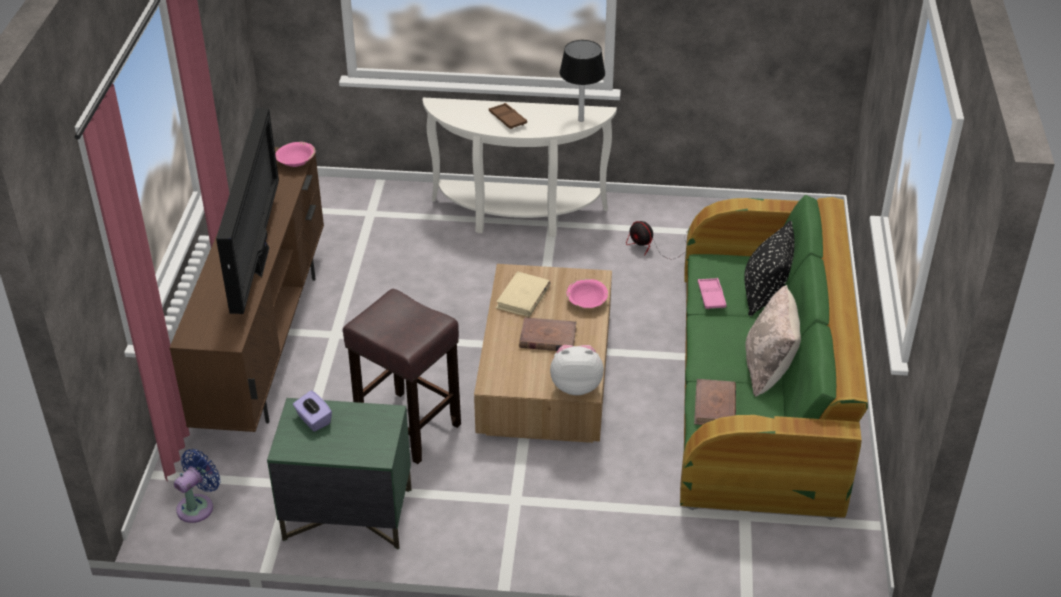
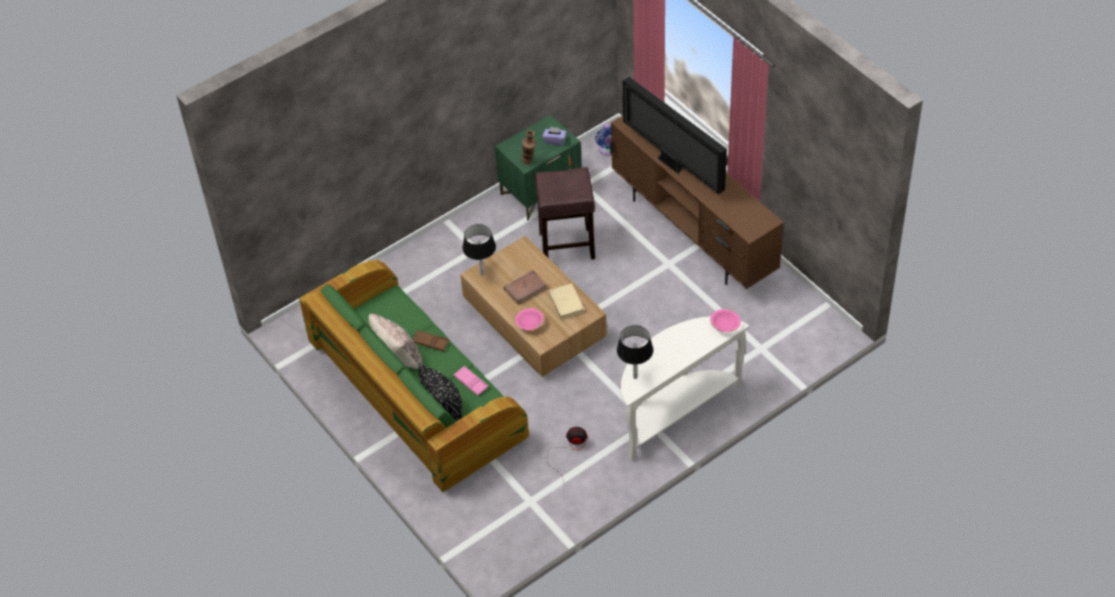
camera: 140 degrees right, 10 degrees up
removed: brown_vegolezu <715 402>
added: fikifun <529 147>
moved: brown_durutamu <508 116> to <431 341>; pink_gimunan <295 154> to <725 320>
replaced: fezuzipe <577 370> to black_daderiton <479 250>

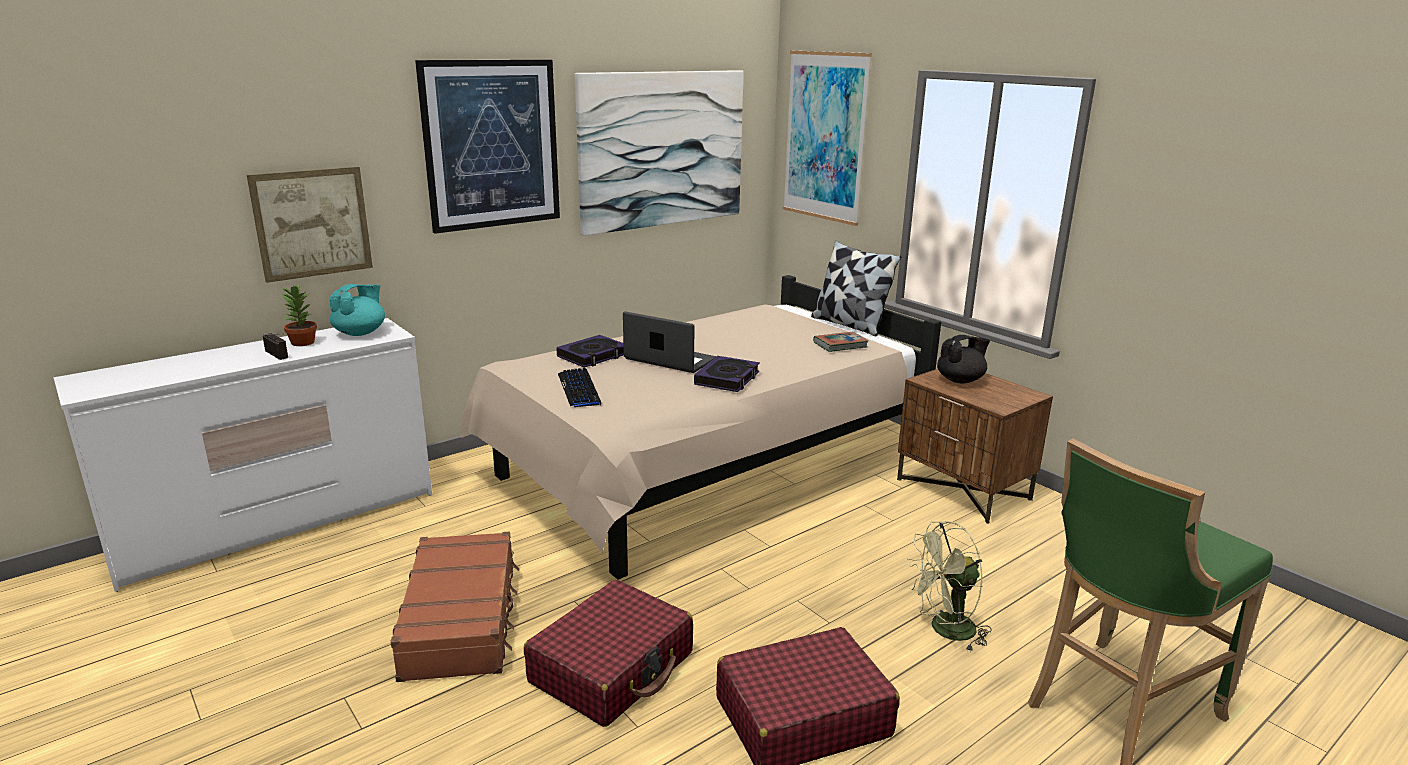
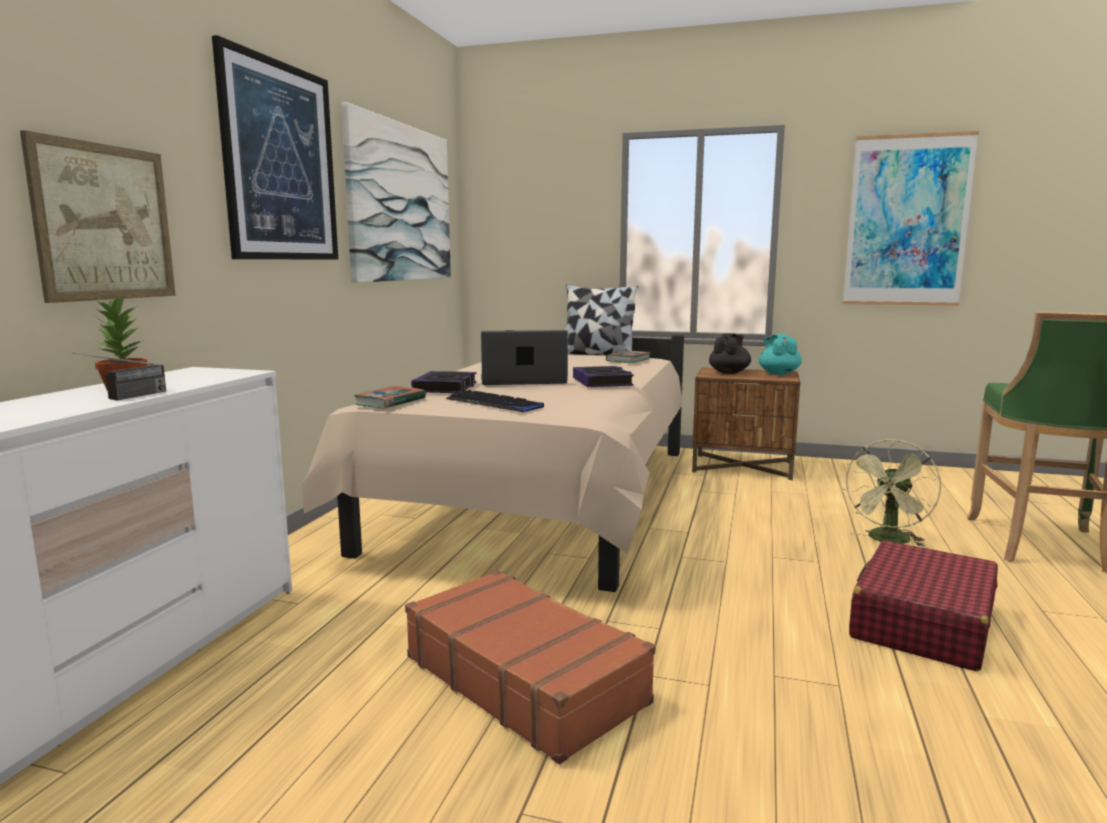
camera: 35 degrees left, 10 degrees down
removed: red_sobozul <608 653>
added: vegolezu <390 397>
moved: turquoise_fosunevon <357 310> to <780 354>; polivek <827 138> to <911 218>
turned: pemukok <275 346> = <119 376> 105 degrees clockwise

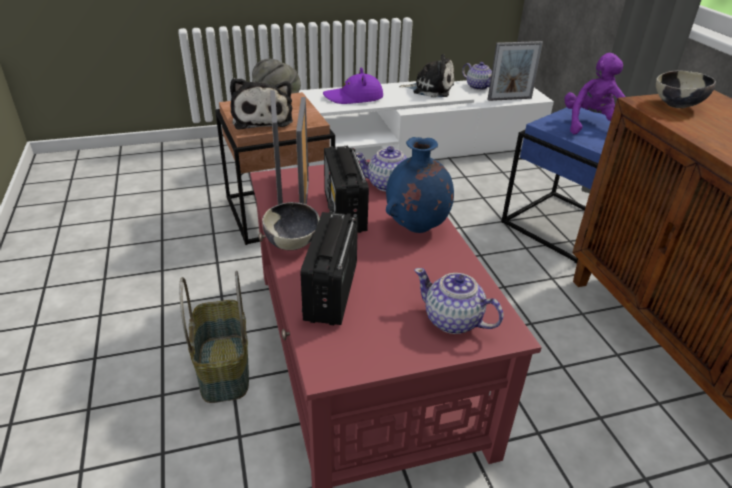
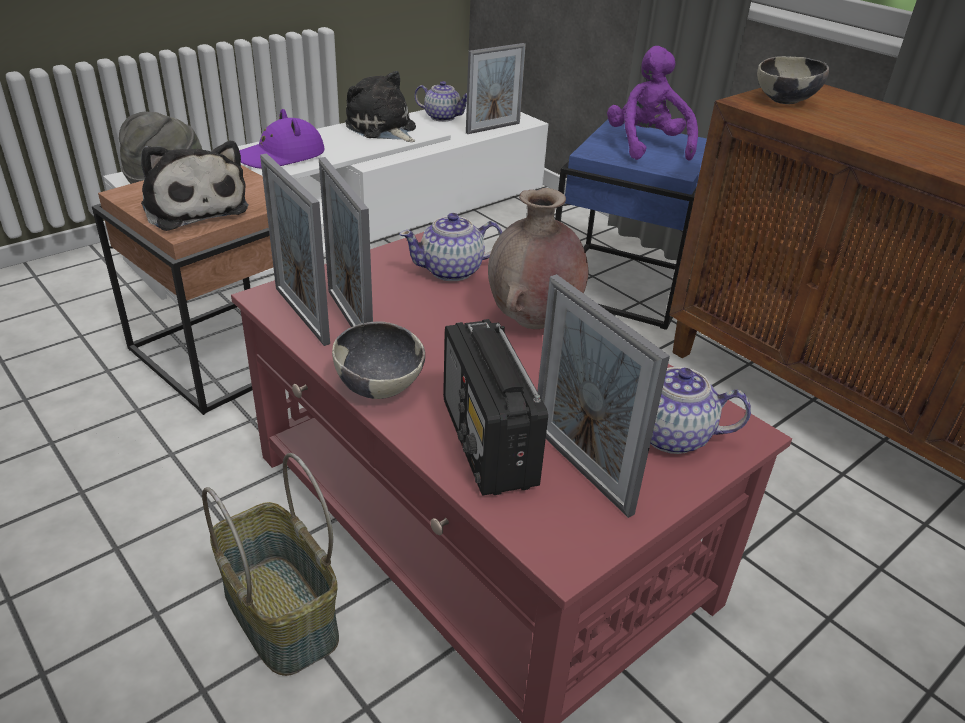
camera: 25 degrees left, 0 degrees up
removed: pemukok <346 189>
added: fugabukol <603 396>
recoloured: blue_fikifun <420 185> to brown_fikifun <538 258>
turned: fezuzipe <426 76> = <380 106> 120 degrees counterclockwise

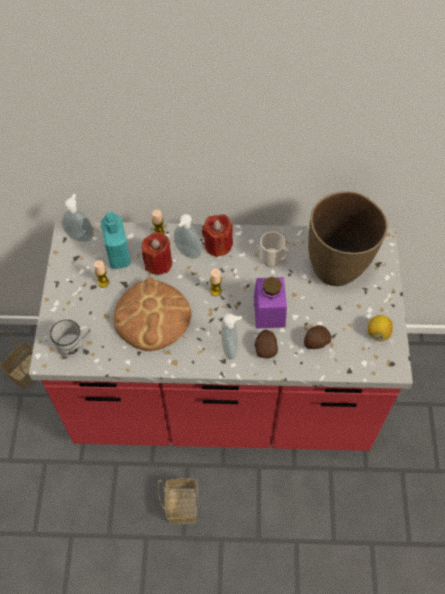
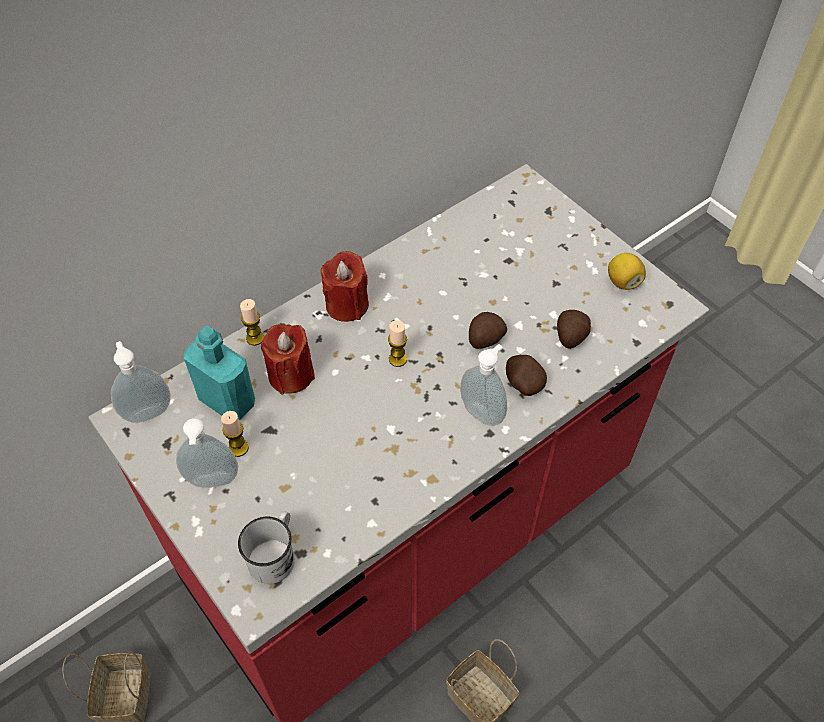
camera: 40 degrees left, 5 degrees down
removed: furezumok <152 314>; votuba <274 249>; brown_fikifun <348 238>
moved: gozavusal <188 236> to <207 453>
replaced: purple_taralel <270 303> to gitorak <488 330>

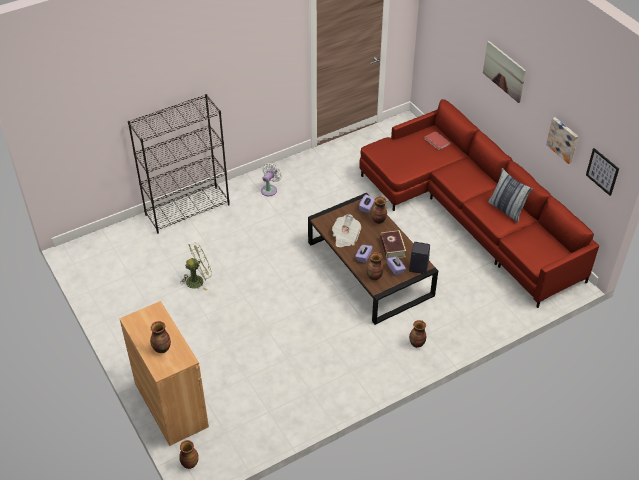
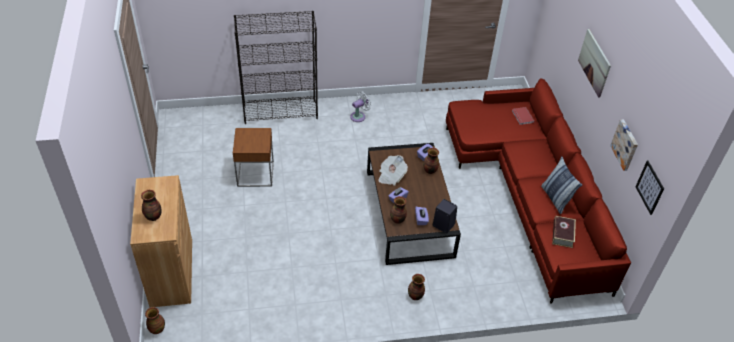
camera: 20 degrees right, 0 degrees up
moved: vegolezu <393 244> to <564 232>
replaced: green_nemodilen <196 266> to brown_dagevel <253 157>

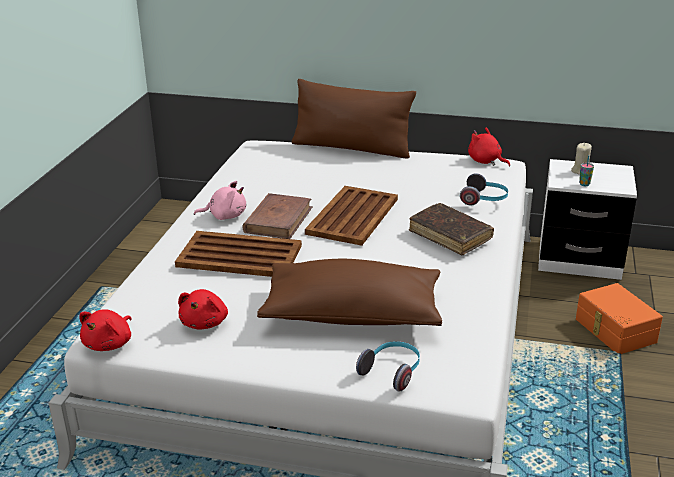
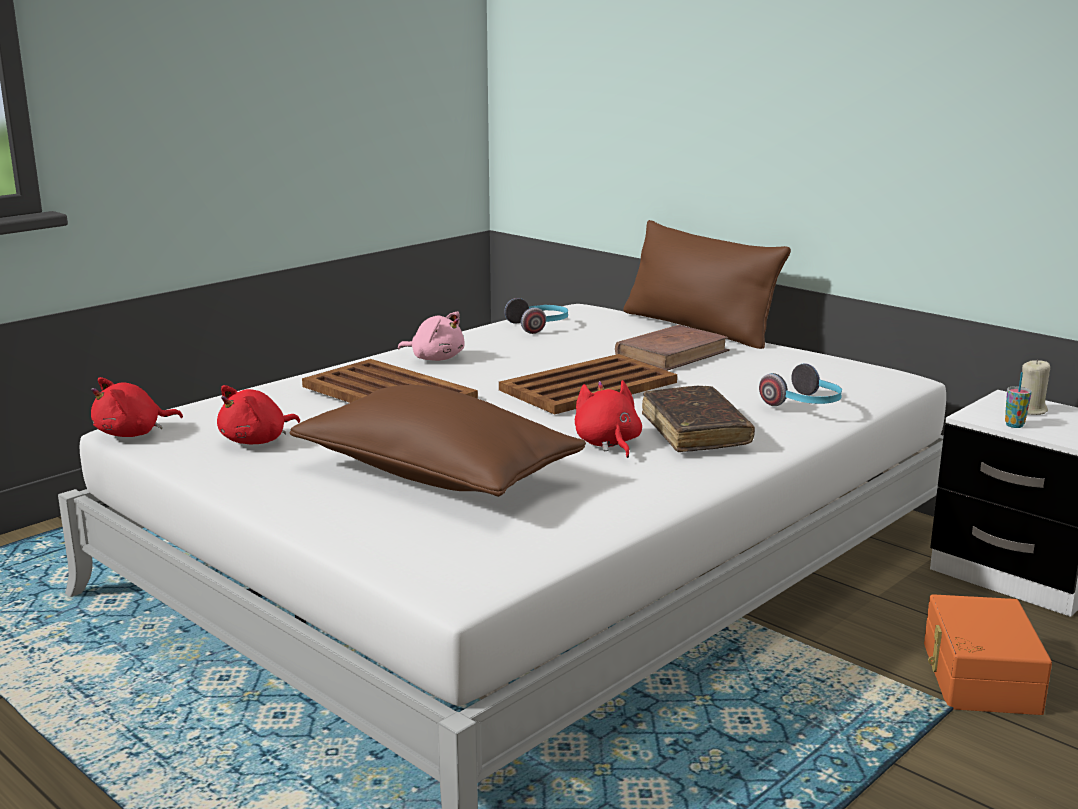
camera: 30 degrees right, 10 degrees down
moved: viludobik <388 366> to <536 316>; red_fezuzipe <489 147> to <608 419>; brown_vegolezu <277 216> to <672 348>

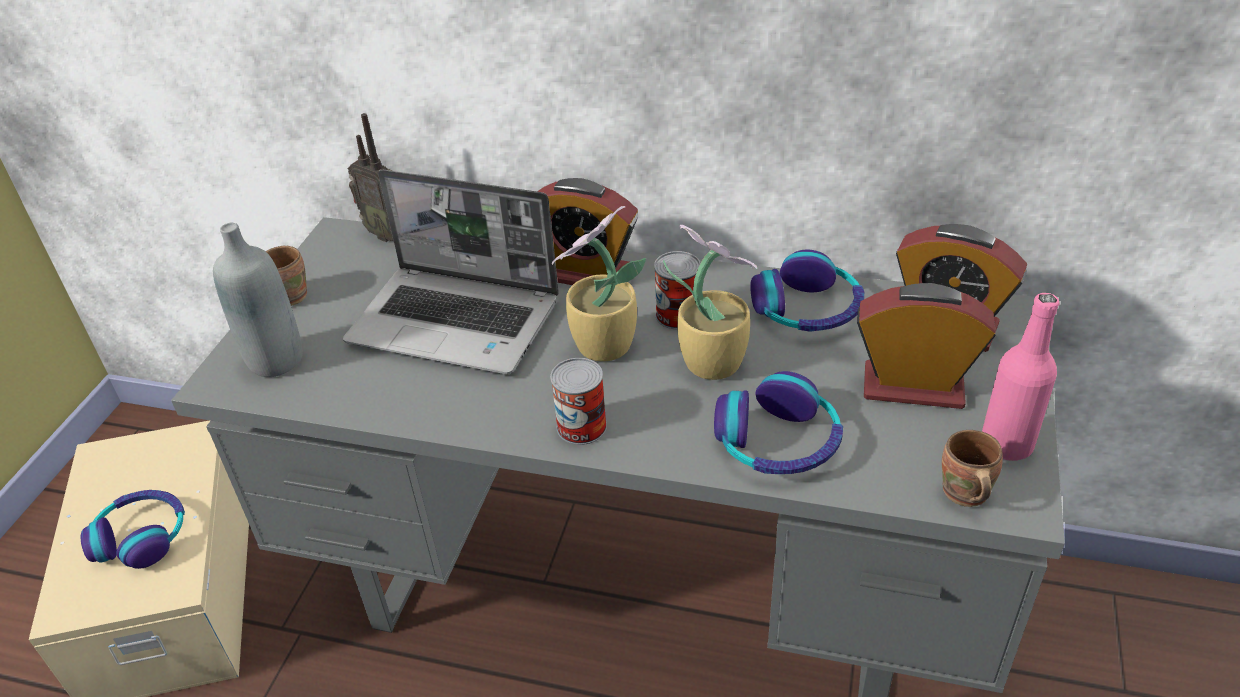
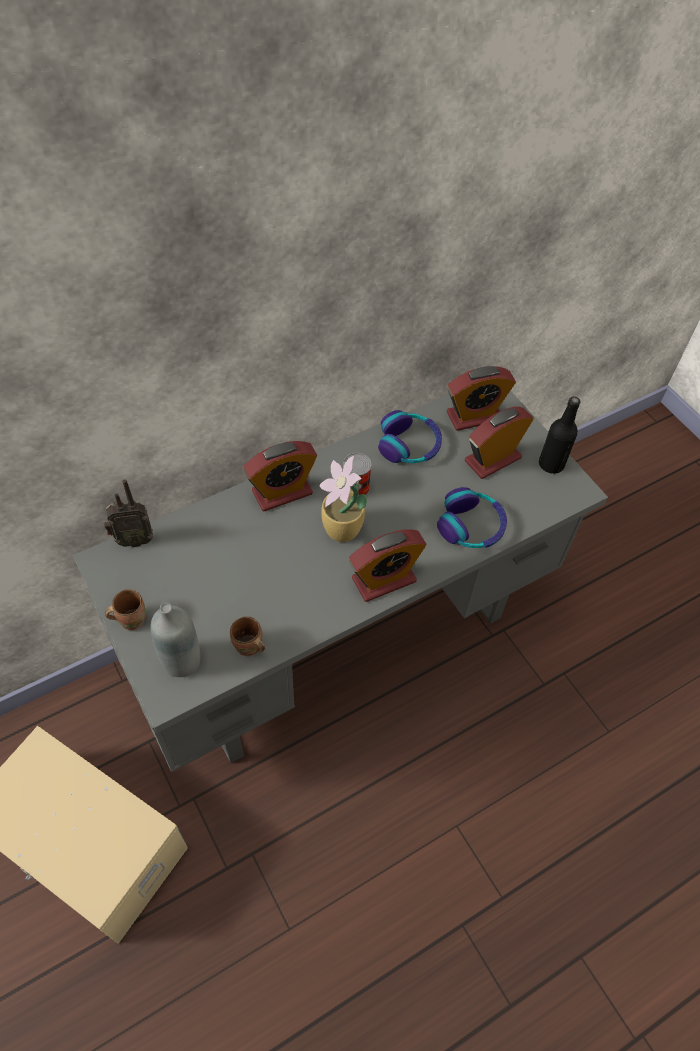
camera: 50 degrees left, 15 degrees up
removed: viludobik <133 529>; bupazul <451 272>; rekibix <710 302>
moved: brown_votuba <972 468> to <247 636>
replaced: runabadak <578 401> to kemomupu <387 565>
recoloured: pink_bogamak <1020 377> to black_bogamak <559 435>

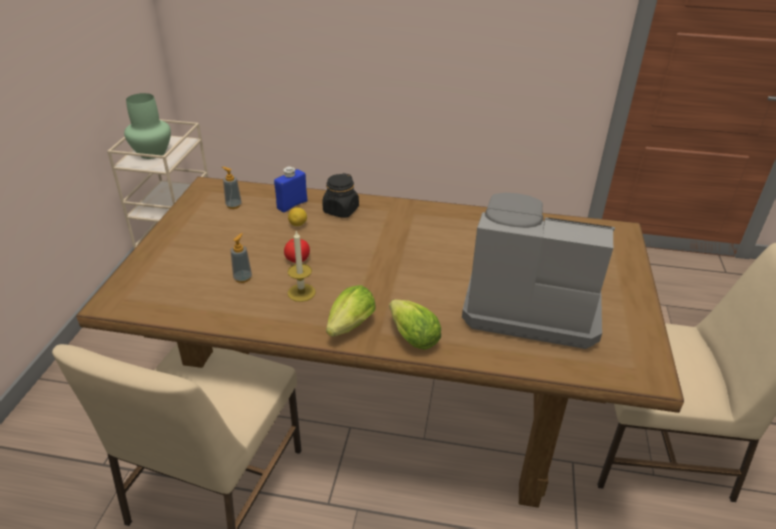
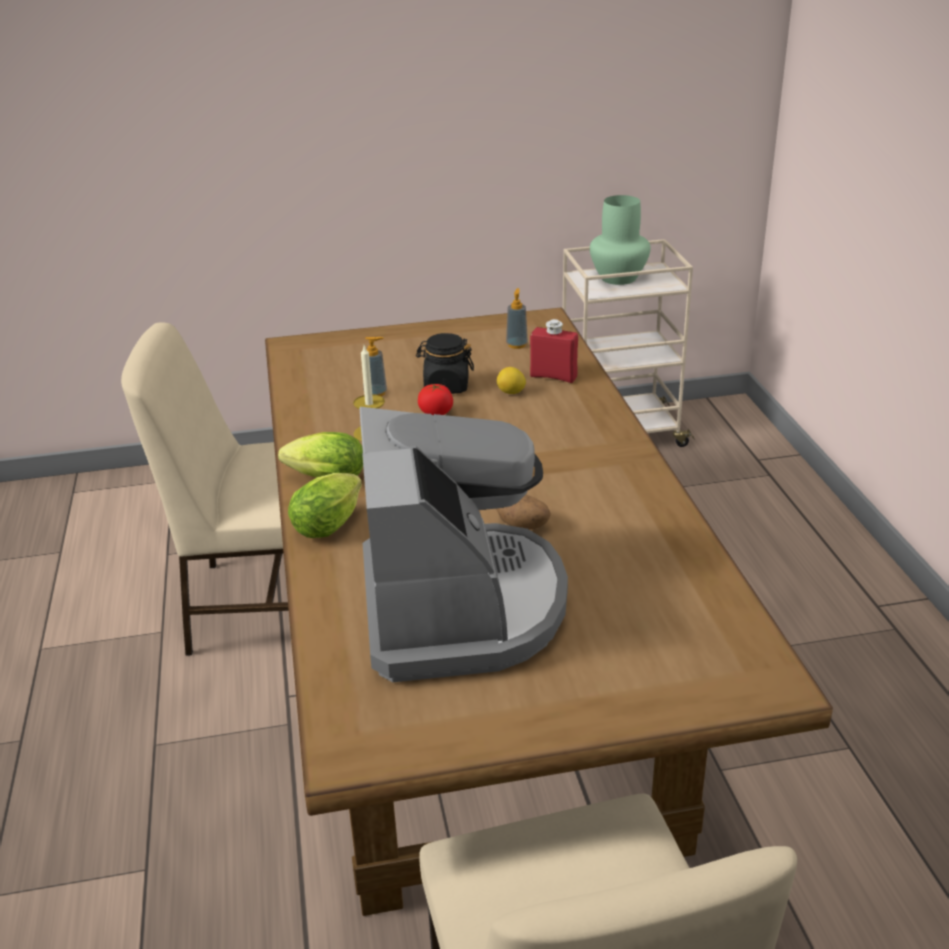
camera: 70 degrees right, 5 degrees down
added: gitorak <523 512>
moved: black_taralel <340 195> to <445 363>
recoloured: blue_bogamak <290 189> to red_bogamak <554 351>

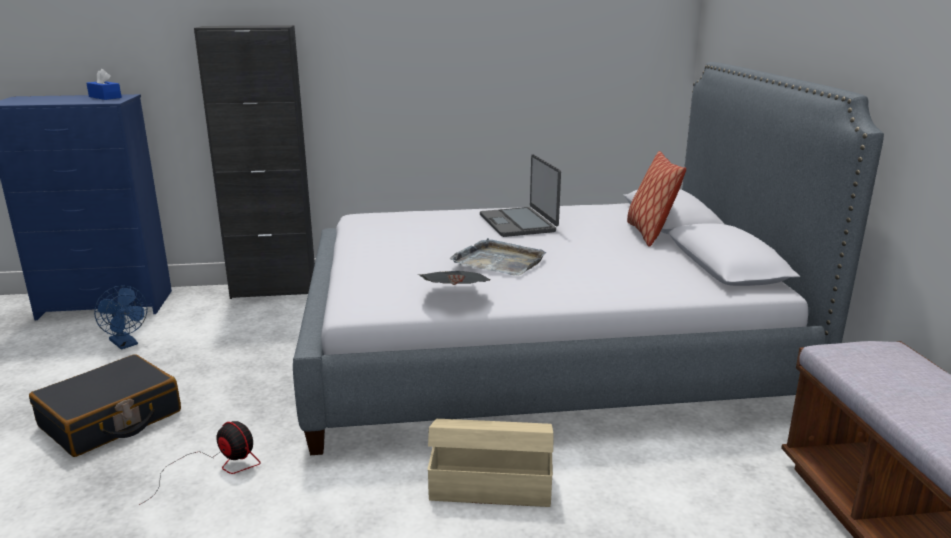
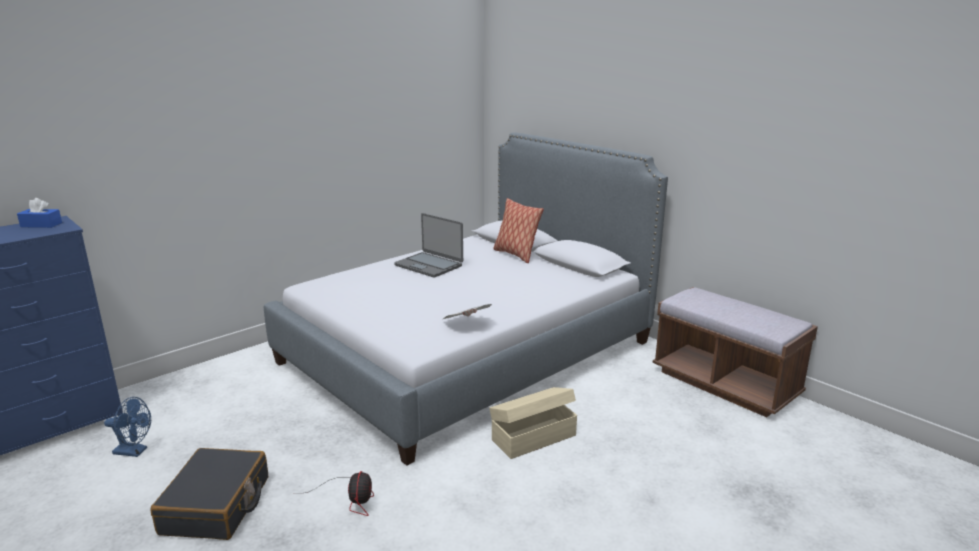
camera: 35 degrees left, 0 degrees up
removed: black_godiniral <254 162>; grey_durutamu <498 257>
turned: nemodilen <200 463> = <333 493> 90 degrees clockwise

